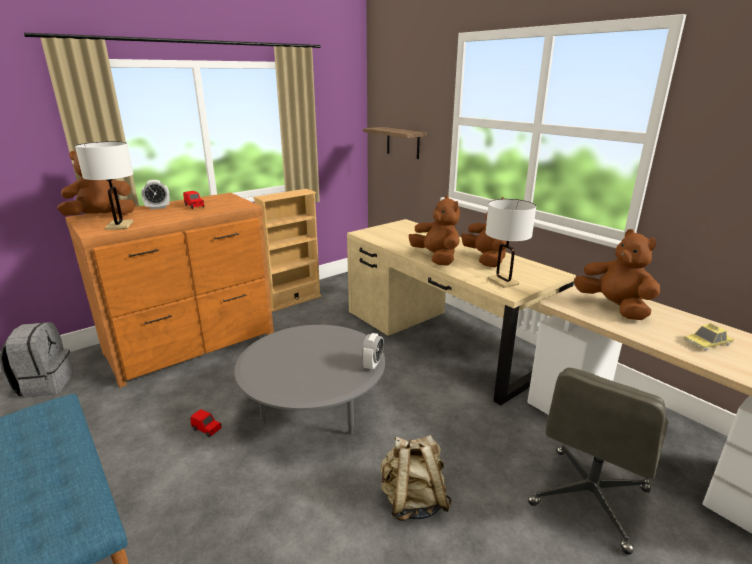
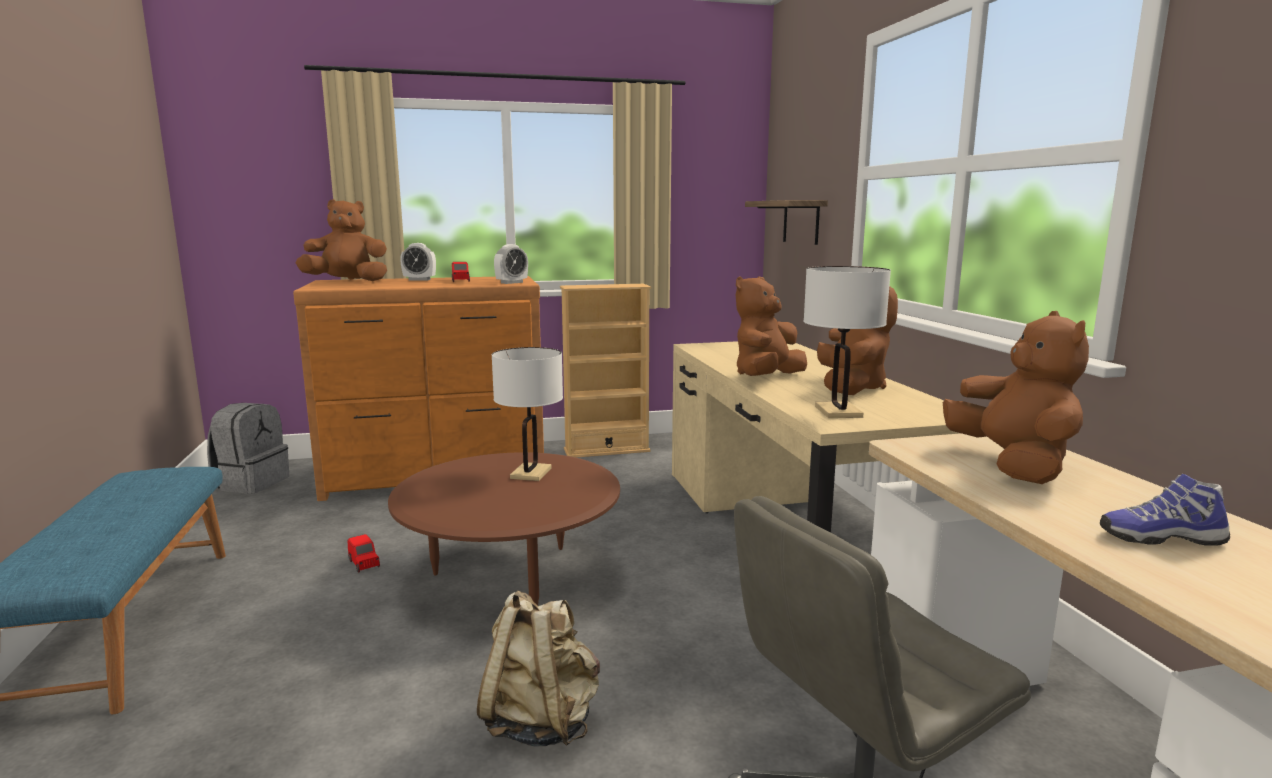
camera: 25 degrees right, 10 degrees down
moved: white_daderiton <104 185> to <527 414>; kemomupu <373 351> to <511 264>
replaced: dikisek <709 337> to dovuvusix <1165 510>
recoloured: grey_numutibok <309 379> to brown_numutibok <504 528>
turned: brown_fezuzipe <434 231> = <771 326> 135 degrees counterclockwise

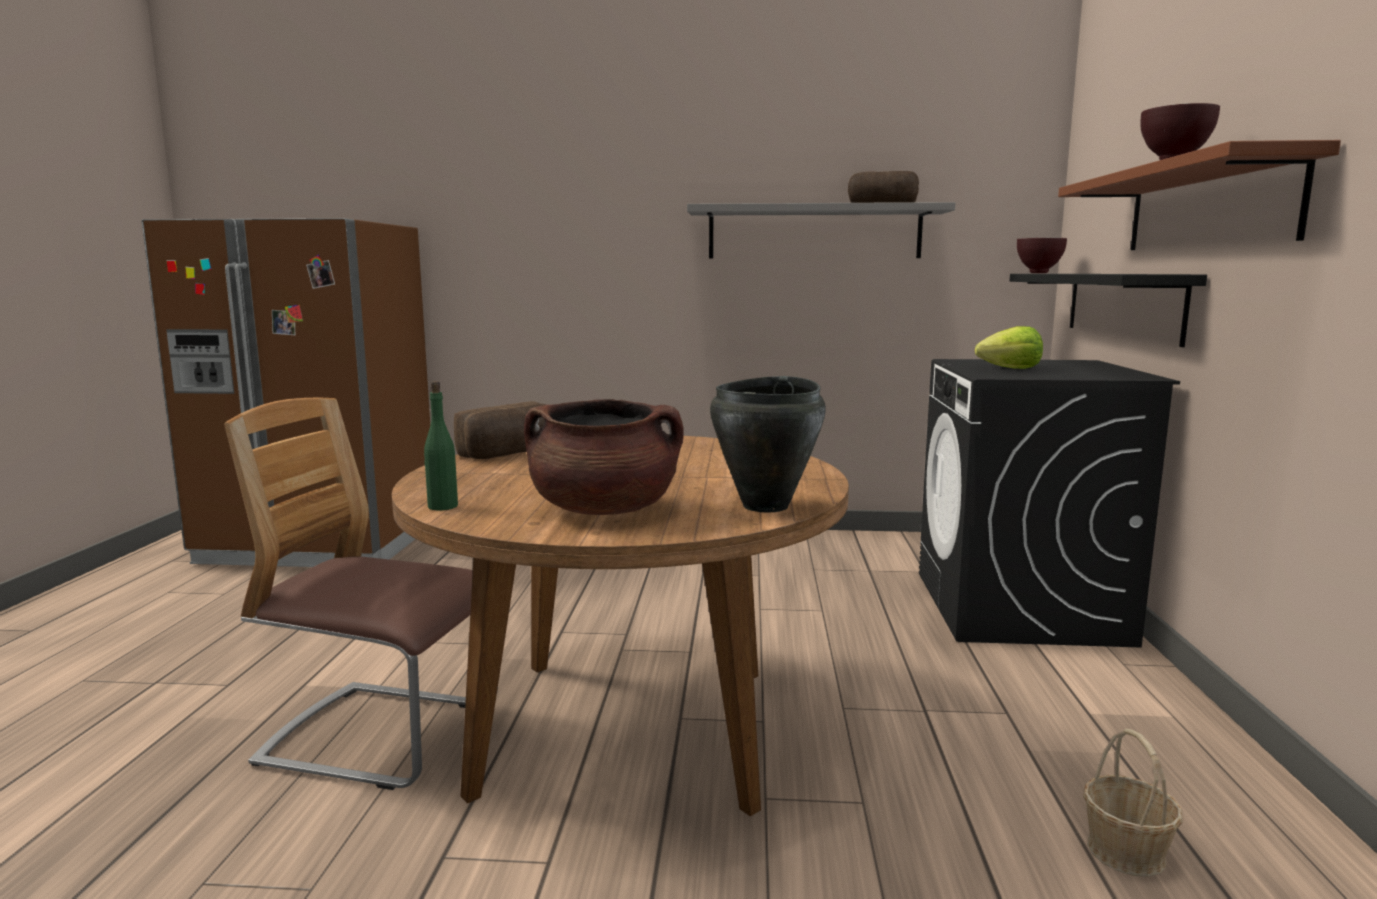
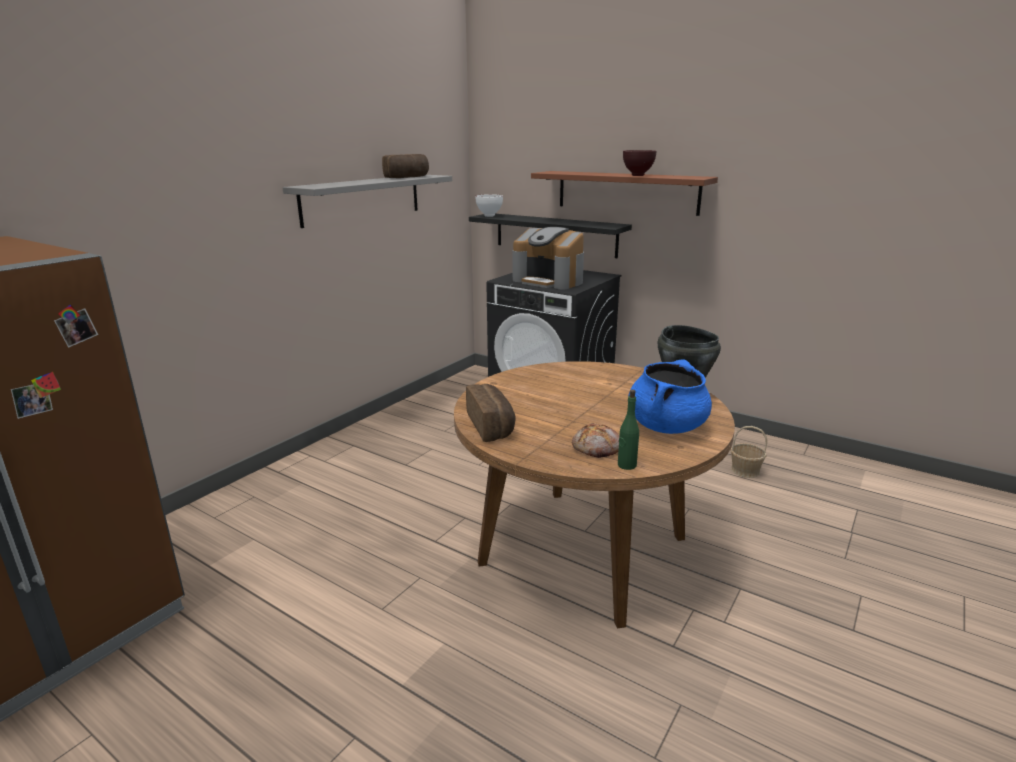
camera: 60 degrees left, 10 degrees up
removed: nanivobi <361 593>
added: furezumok <595 440>
replaced: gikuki <1009 347> to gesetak <548 258>
recoloured: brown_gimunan <1042 255> to white_gimunan <489 205>; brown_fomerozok <604 457> to blue_fomerozok <670 396>

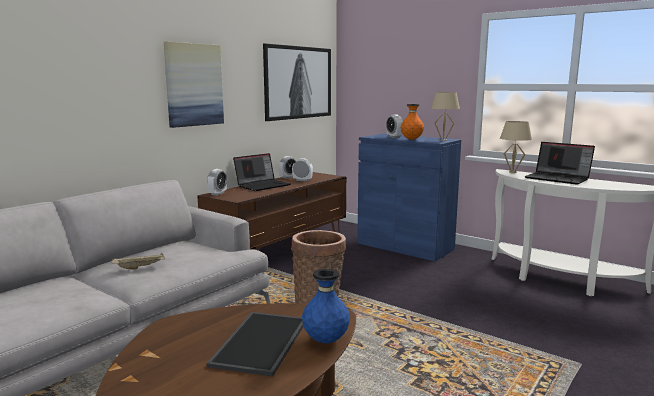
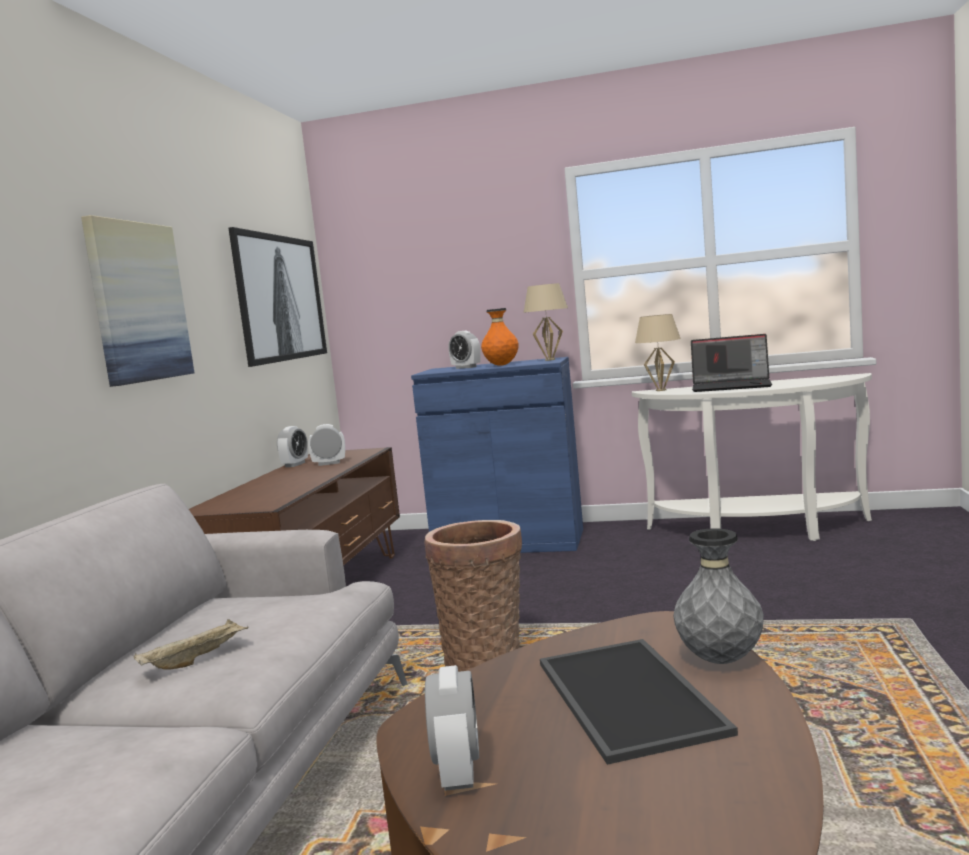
camera: 25 degrees left, 5 degrees down
removed: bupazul <262 172>
moved: kemomupu <217 182> to <452 728>
recoloured: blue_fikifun <326 306> to grey_fikifun <718 596>

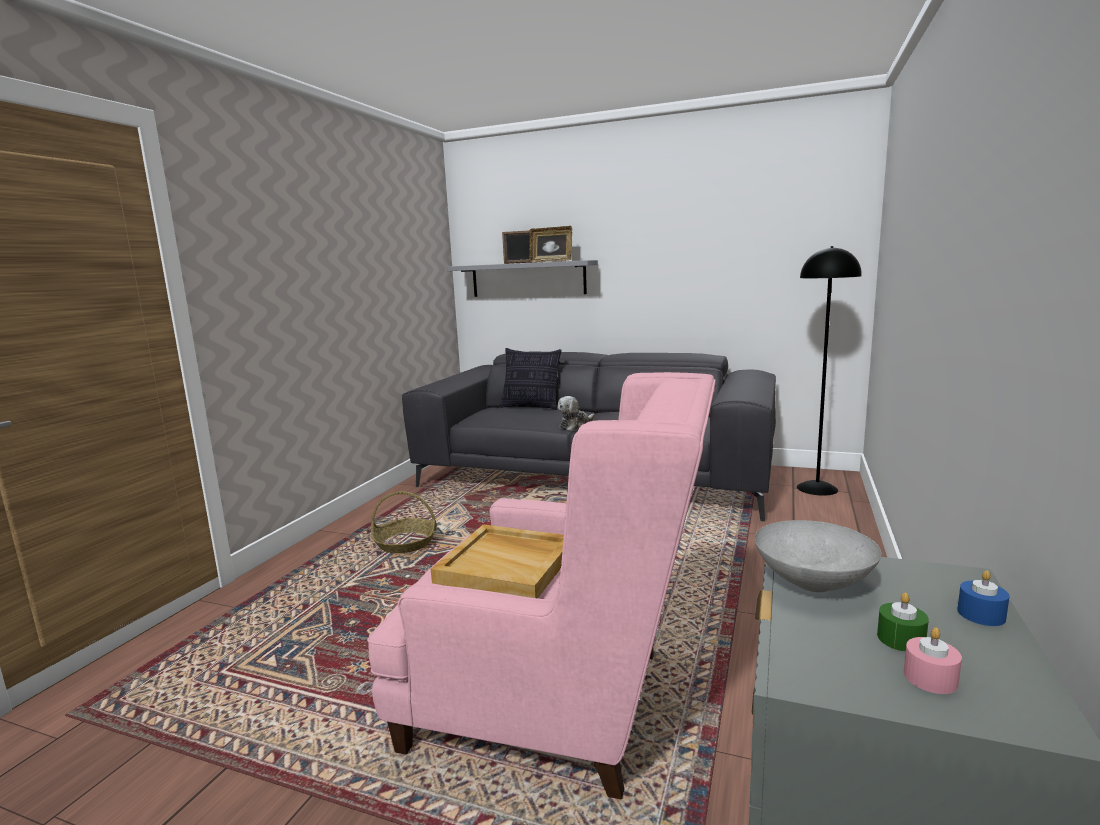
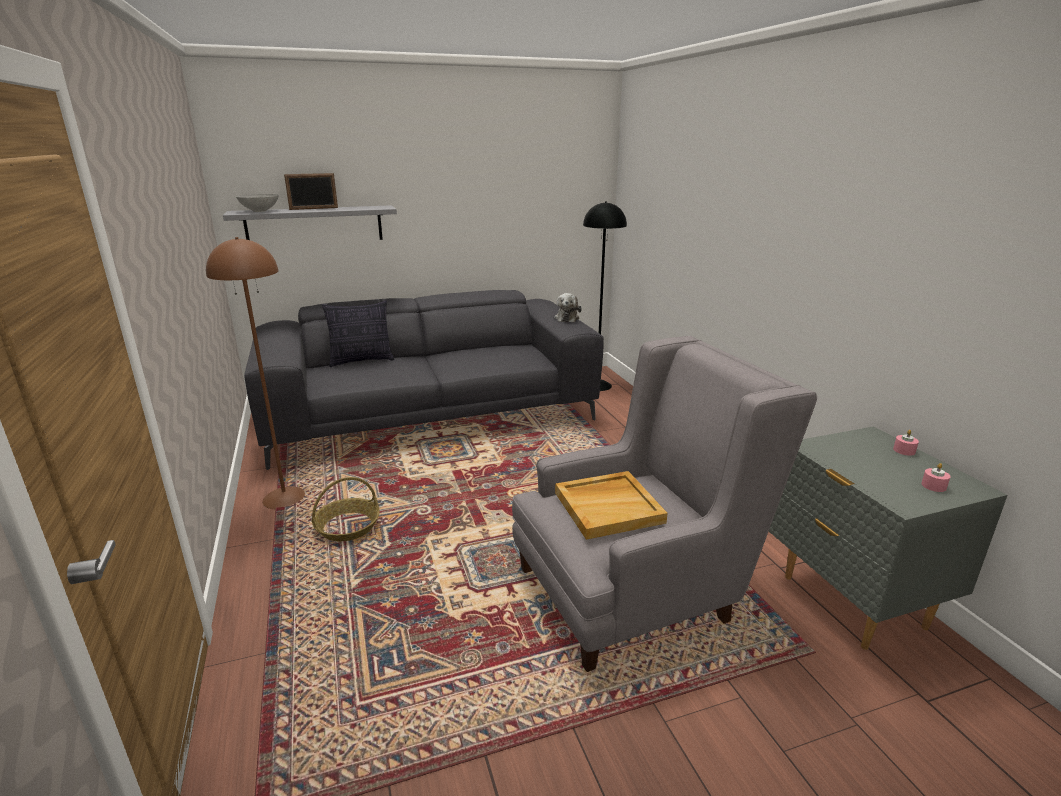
camera: 40 degrees left, 10 degrees up
removed: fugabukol <550 244>; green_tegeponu <903 622>
added: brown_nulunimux <255 373>
moved: grey_gimunan <818 556> to <257 203>; fezuzipe <576 413> to <568 307>
recoloured: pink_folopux <541 585> to grey_folopux <664 504>; blue_tegeponu <983 598> to pink_tegeponu <906 443>

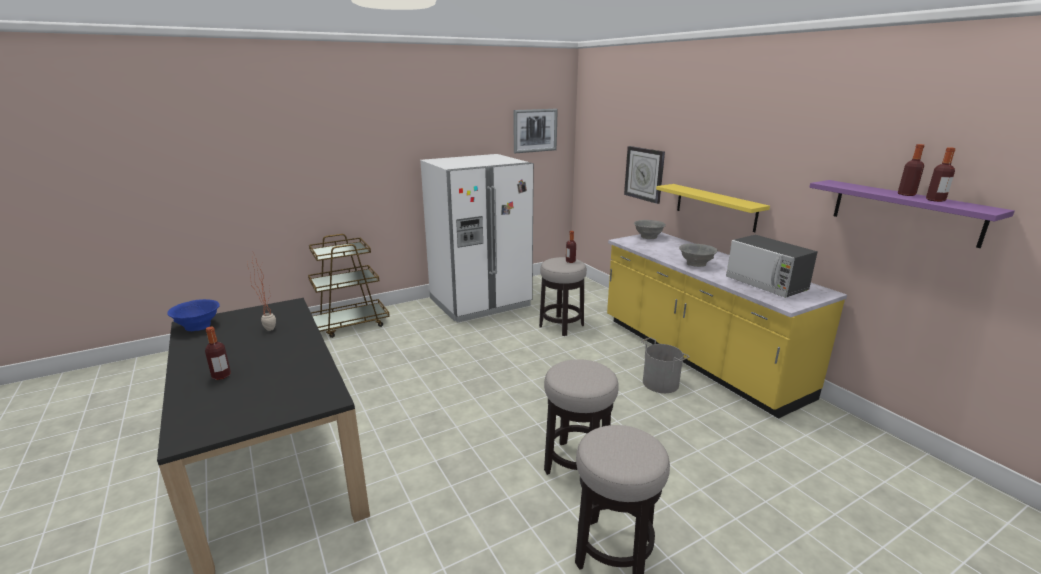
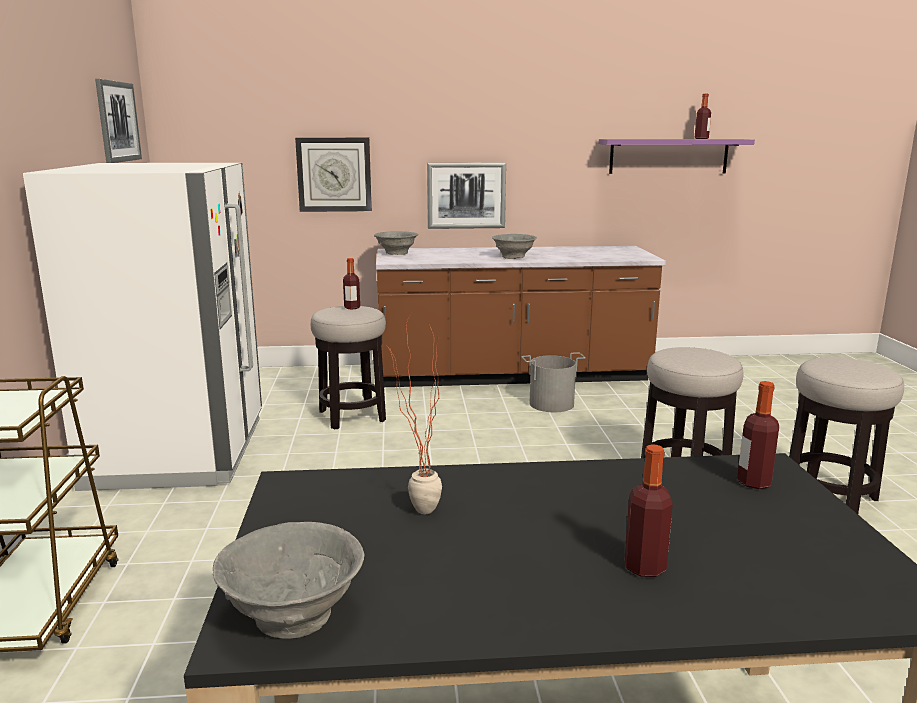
camera: 65 degrees left, 5 degrees down
removed: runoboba <772 266>
moved: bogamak <911 170> to <758 435>
replaced: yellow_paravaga <713 208> to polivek <466 196>
recoloured: blue_gimunan <193 315> to grey_gimunan <289 580>; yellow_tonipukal <727 325> to brown_tonipukal <521 316>

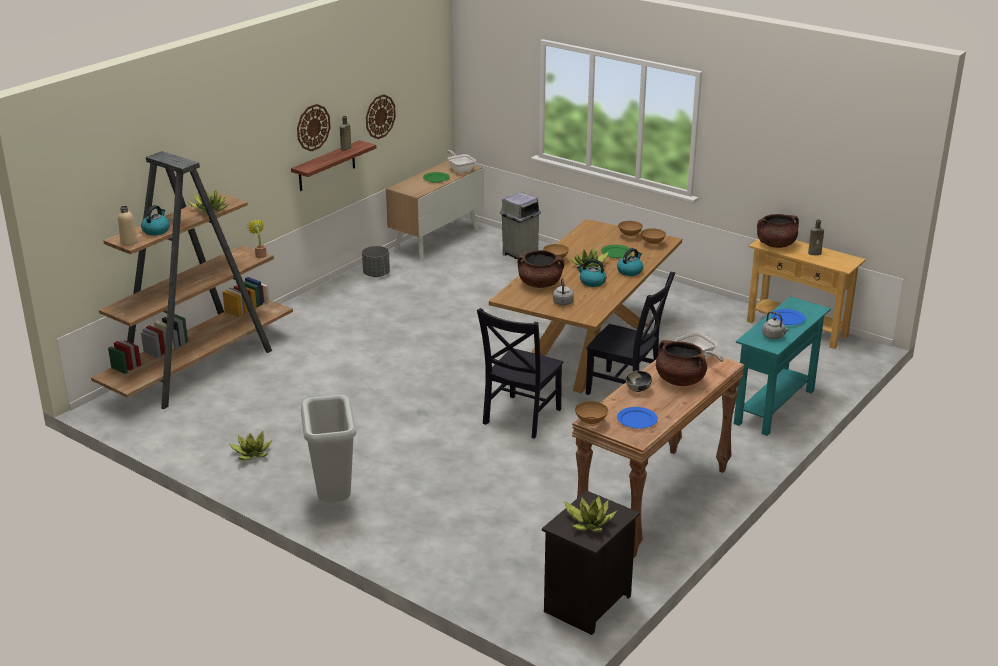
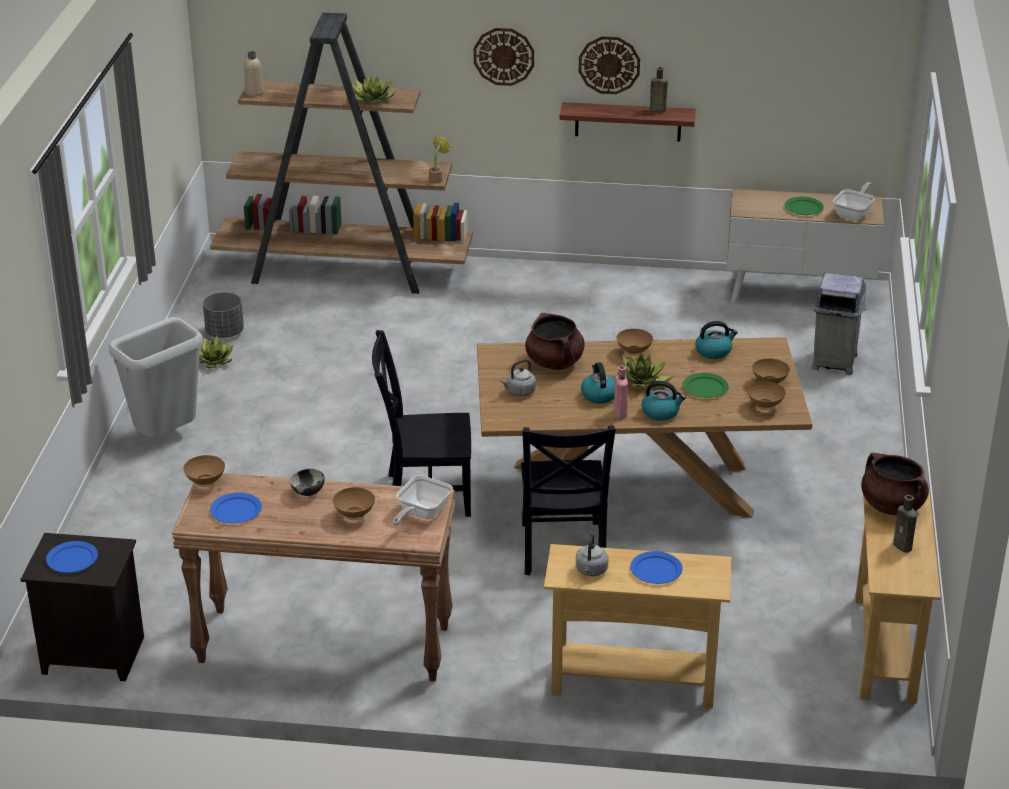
camera: 60 degrees right, 5 degrees up
added: pink_bogamak <621 392>
moved: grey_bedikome <376 261> to <223 315>; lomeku <381 116> to <504 57>; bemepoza <155 220> to <716 340>
replaced: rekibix <590 514> to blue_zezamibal <72 557>; brown_fomerozok <681 363> to brown_gimunan <354 503>
recoloured: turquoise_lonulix <782 366> to beige_lonulix <638 626>

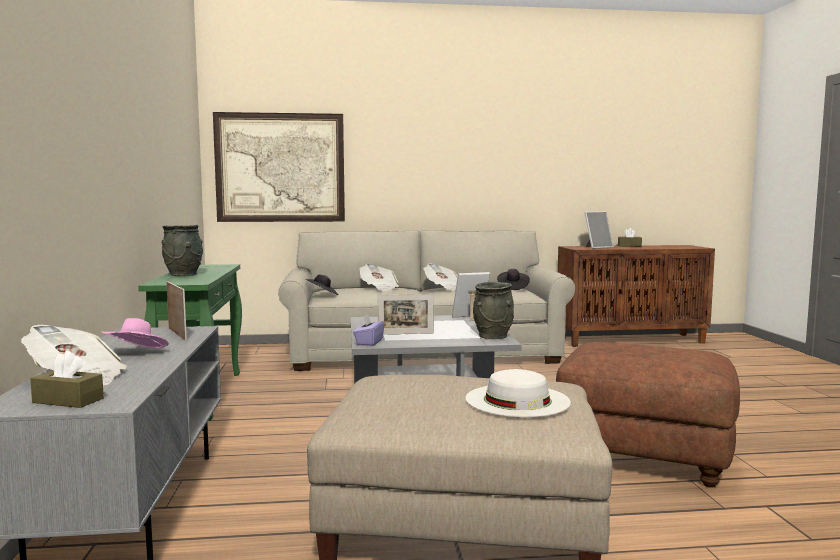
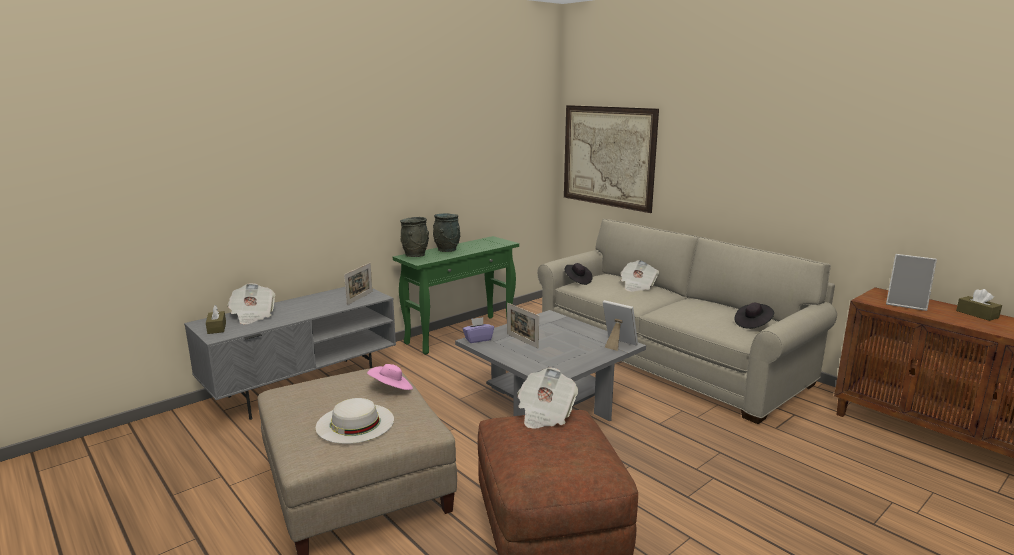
camera: 55 degrees right, 10 degrees up
moved: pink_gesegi <135 333> to <390 377>; grey_fikifun <493 310> to <414 237>; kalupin <440 277> to <547 398>

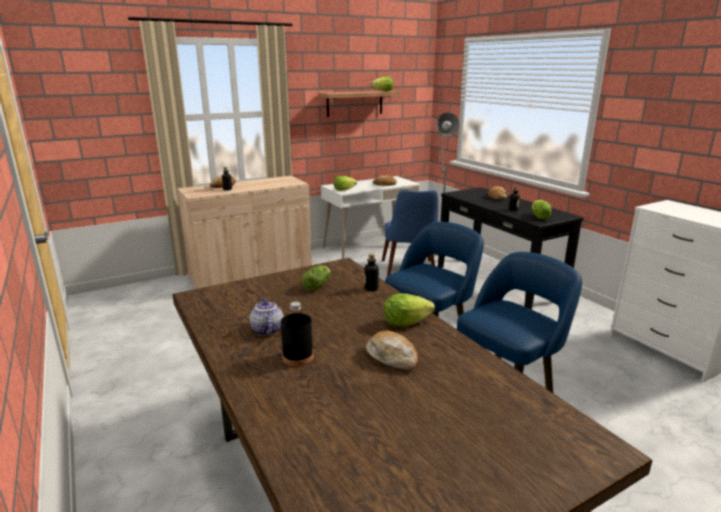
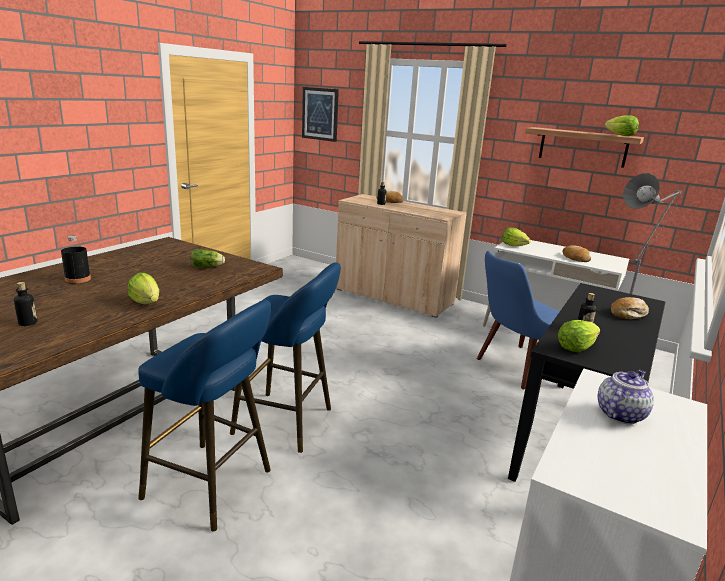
camera: 60 degrees right, 0 degrees up
removed: furezumok <392 350>
added: polivek <320 114>
moved: bogamak <371 272> to <25 304>; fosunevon <266 316> to <625 396>

